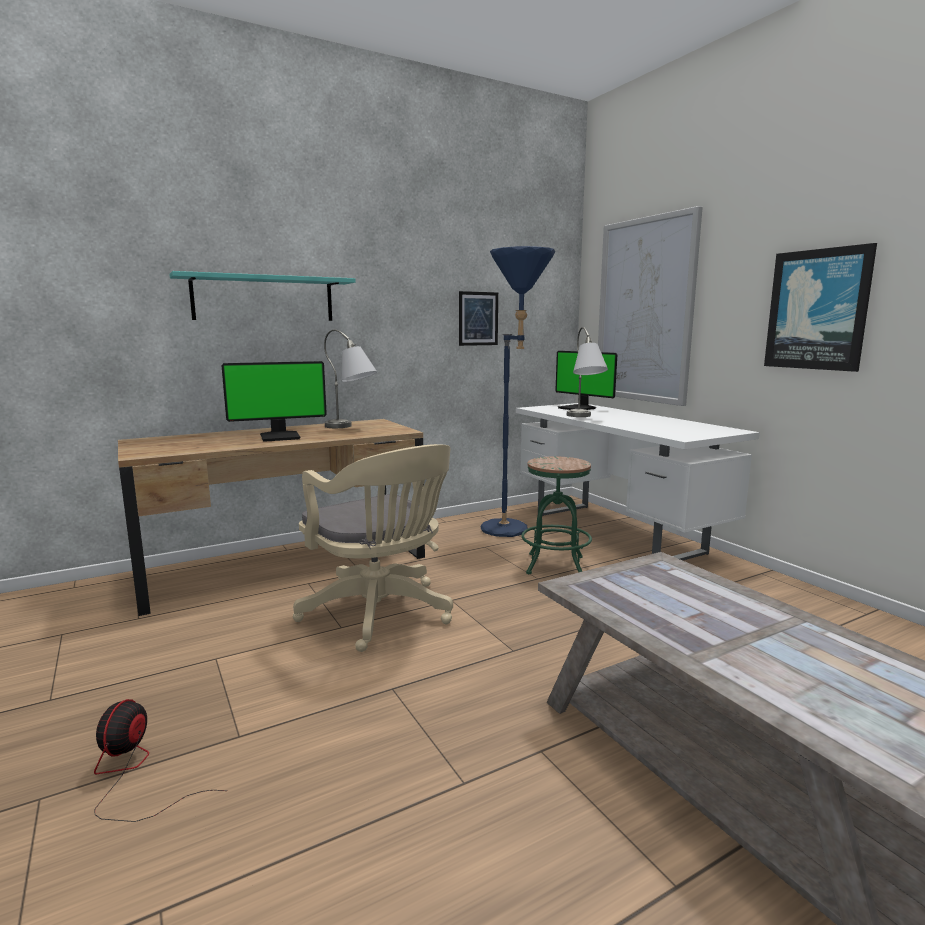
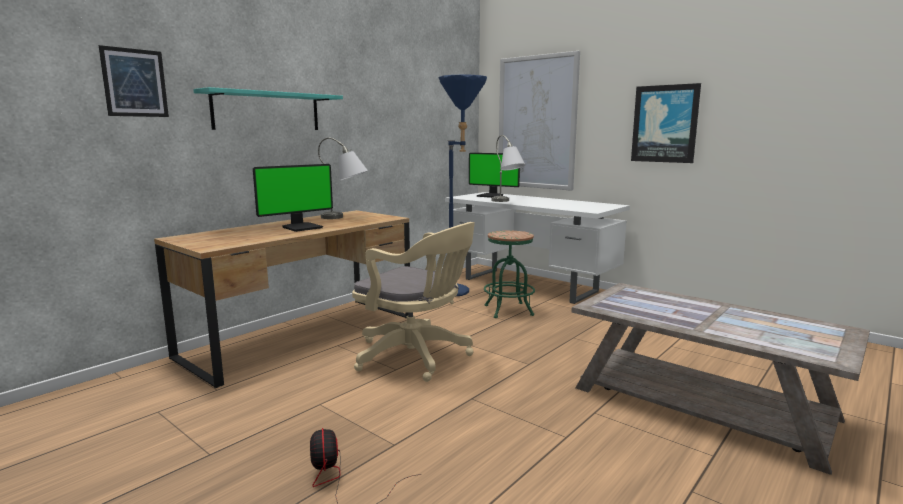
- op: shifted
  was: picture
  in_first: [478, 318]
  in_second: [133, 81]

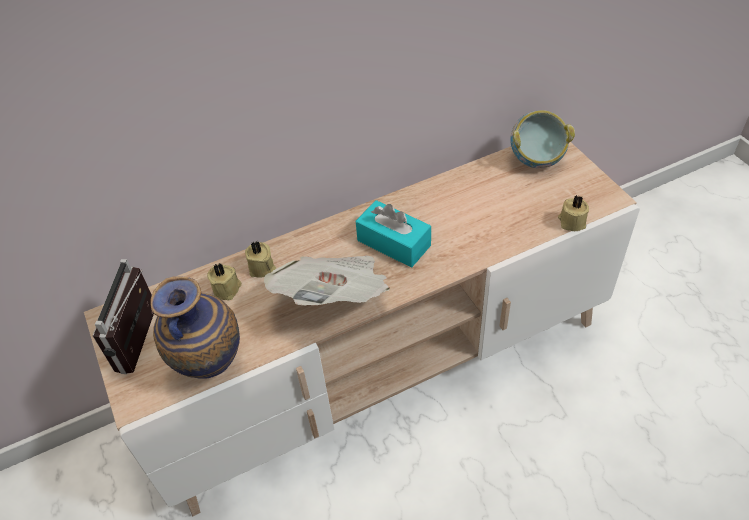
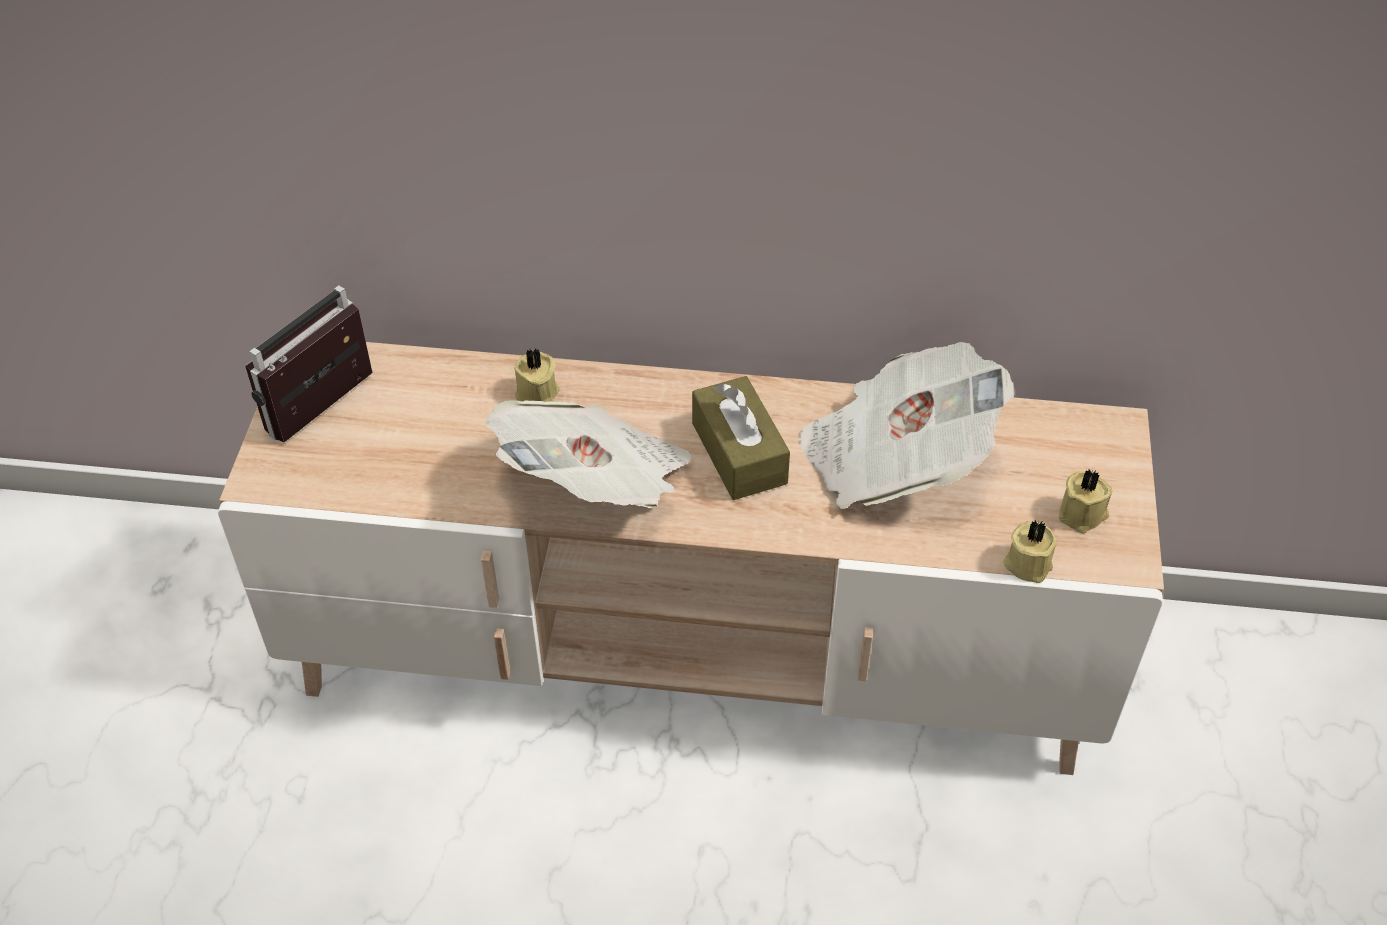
- op: gone
  was: flower vase
  in_first: [195, 327]
- op: shifted
  was: beige-coloured wax light
  in_first: [224, 282]
  in_second: [1085, 501]
- op: repainted
  was: turquoise tissue box
  now: brownish tissue box
  in_first: [393, 233]
  in_second: [741, 438]
- op: gone
  was: serving bowl
  in_first: [542, 139]
- op: new
  now: newspaper
  in_second: [906, 425]

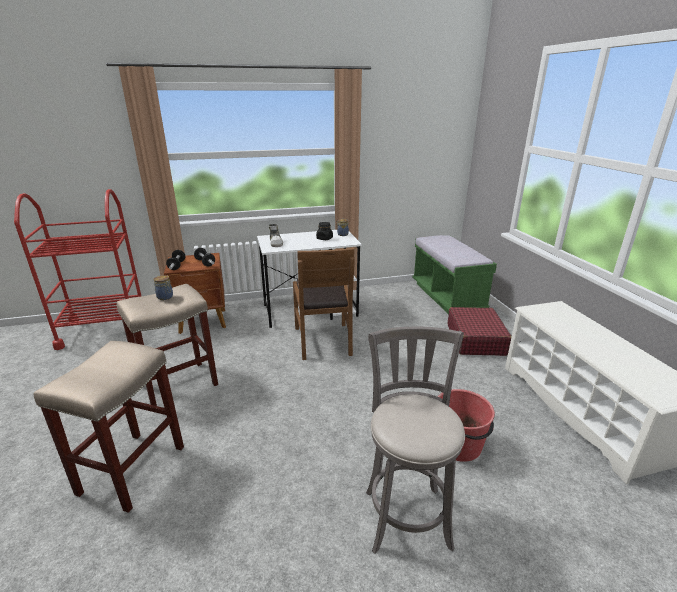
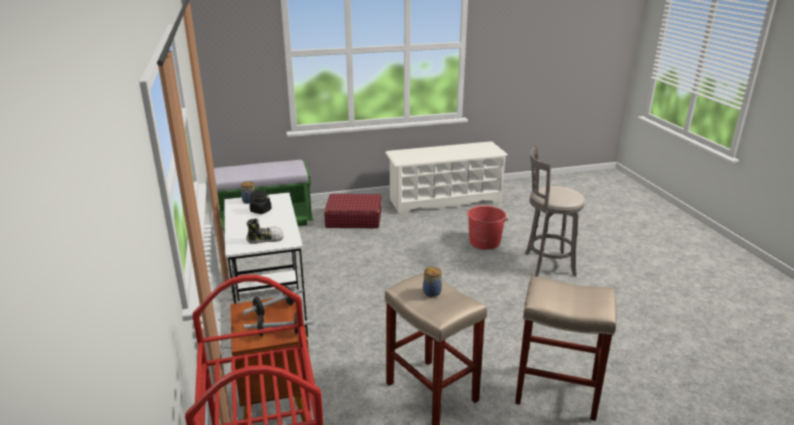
- op: gone
  was: brownish plain chair
  in_first: [324, 304]

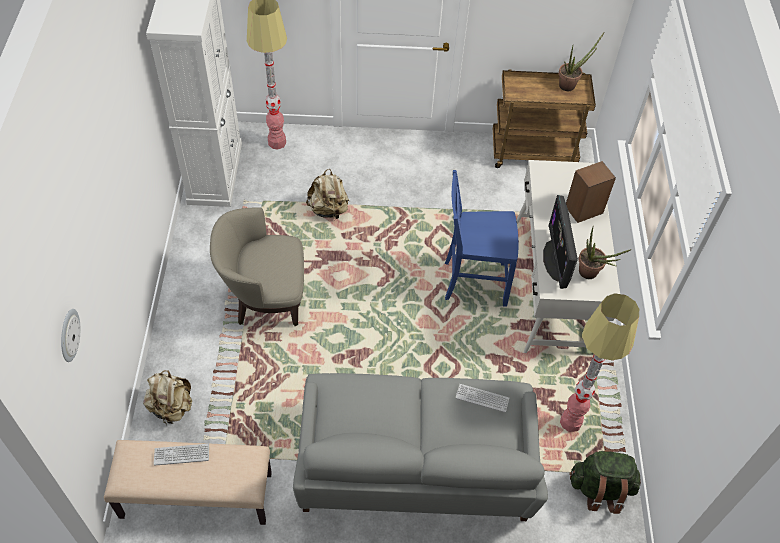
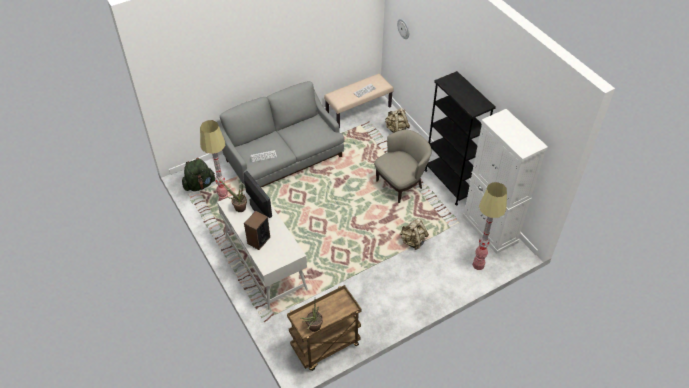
- op: gone
  was: blue-coloured plain chair
  in_first: [481, 238]
- op: new
  now: black-coloured shelving unit
  in_second: [460, 138]

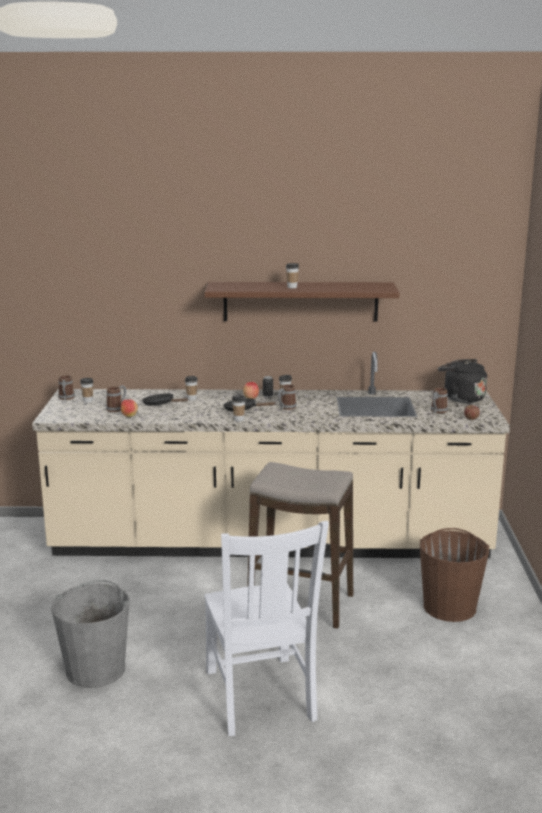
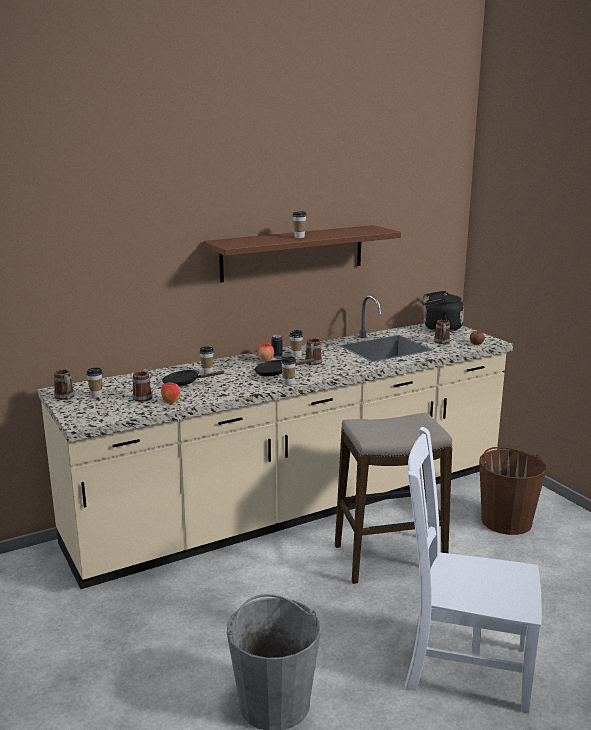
- op: rotated
  was: whitish plain chair
  in_first: [266, 628]
  in_second: [473, 570]
  clockwise: 150

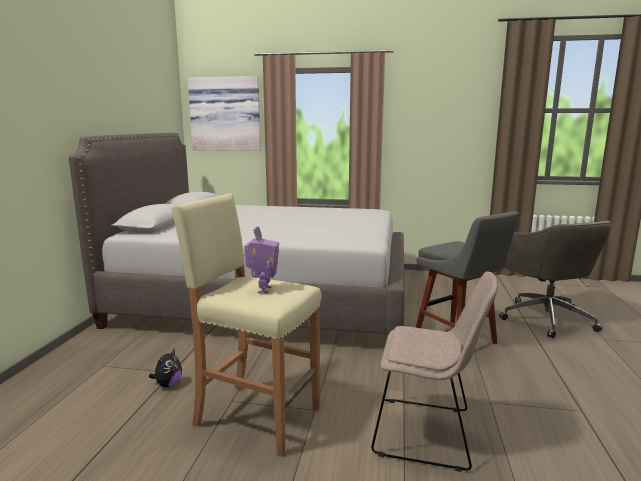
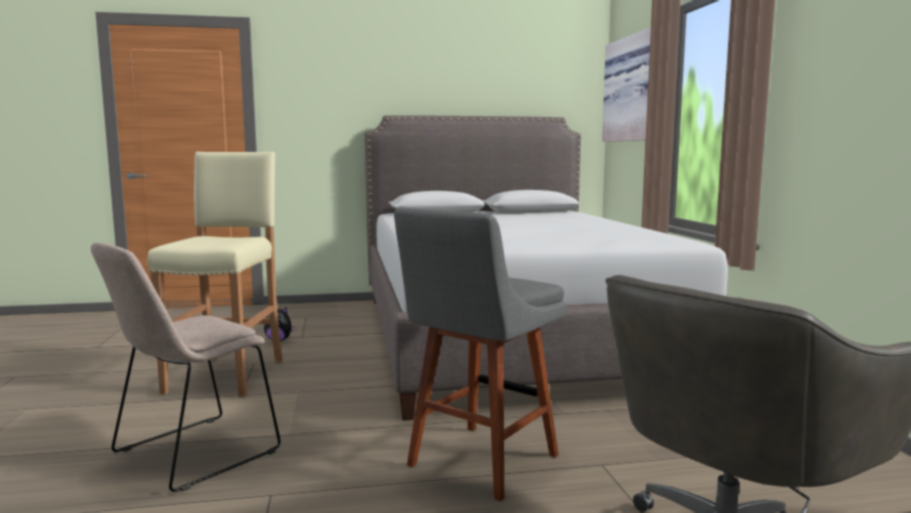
- op: gone
  was: toy robot
  in_first: [262, 259]
- op: rotated
  was: beige-coloured plain chair
  in_first: [434, 371]
  in_second: [186, 367]
  clockwise: 45

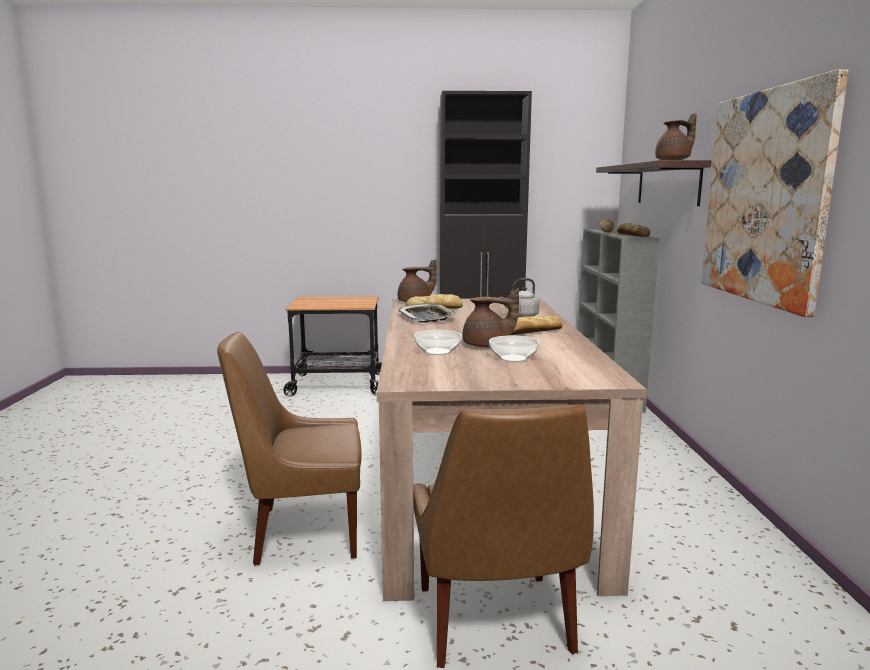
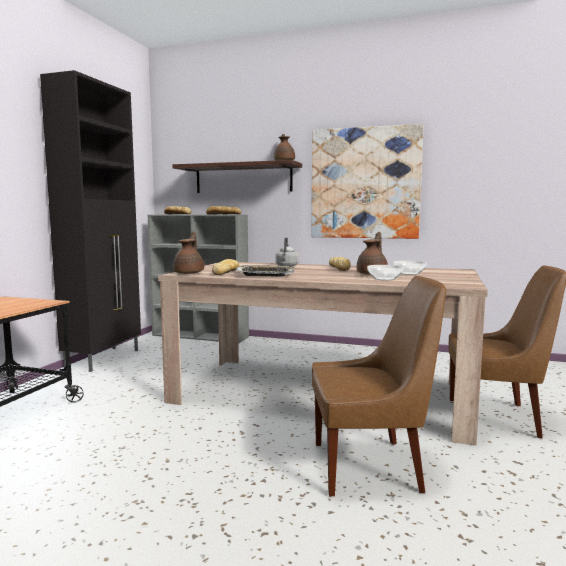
- op: rotated
  was: brownish plain chair
  in_first: [289, 449]
  in_second: [379, 386]
  clockwise: -105

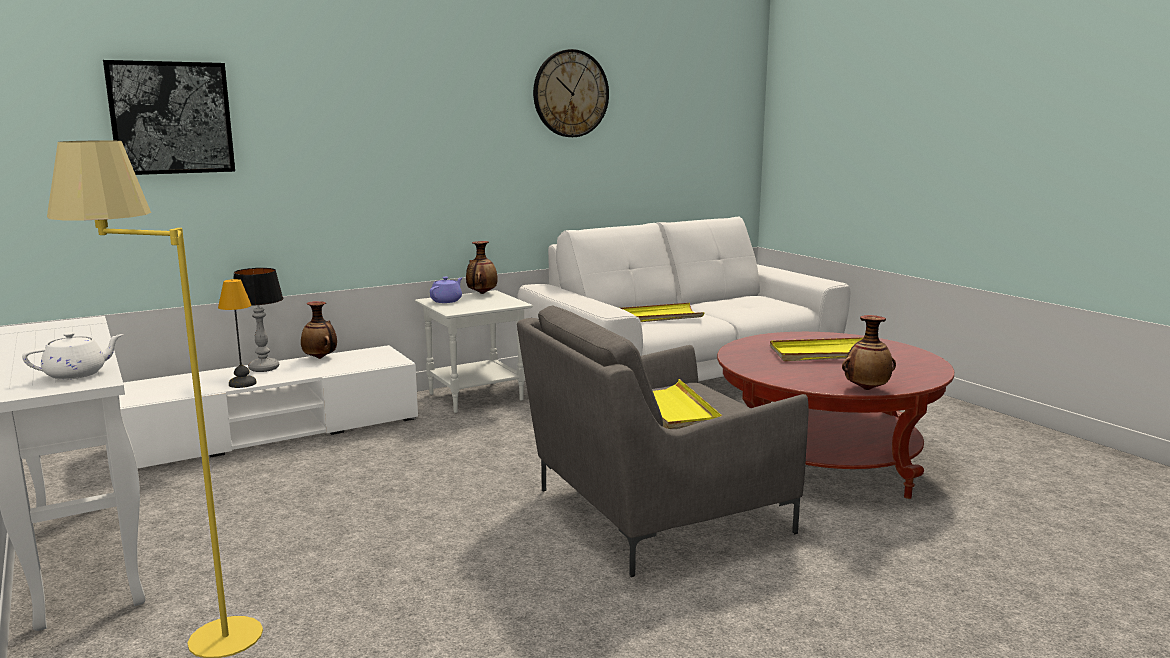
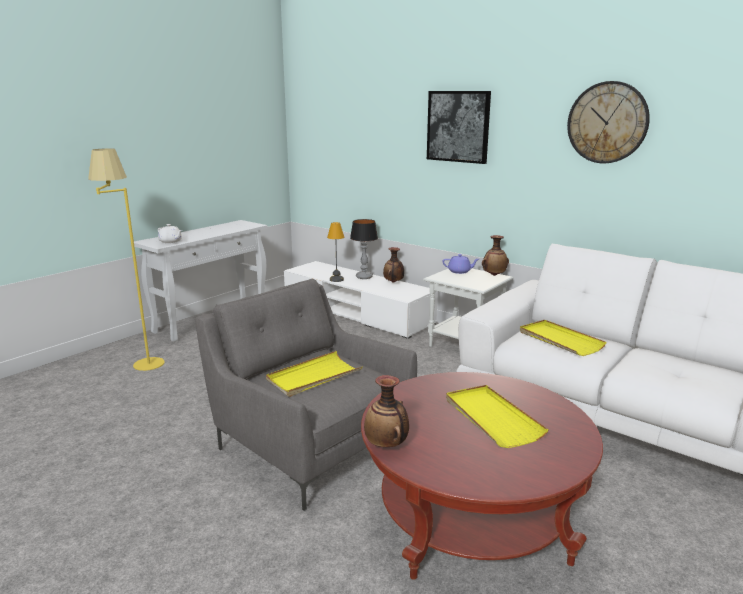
- op: shifted
  was: picture
  in_first: [169, 117]
  in_second: [459, 127]

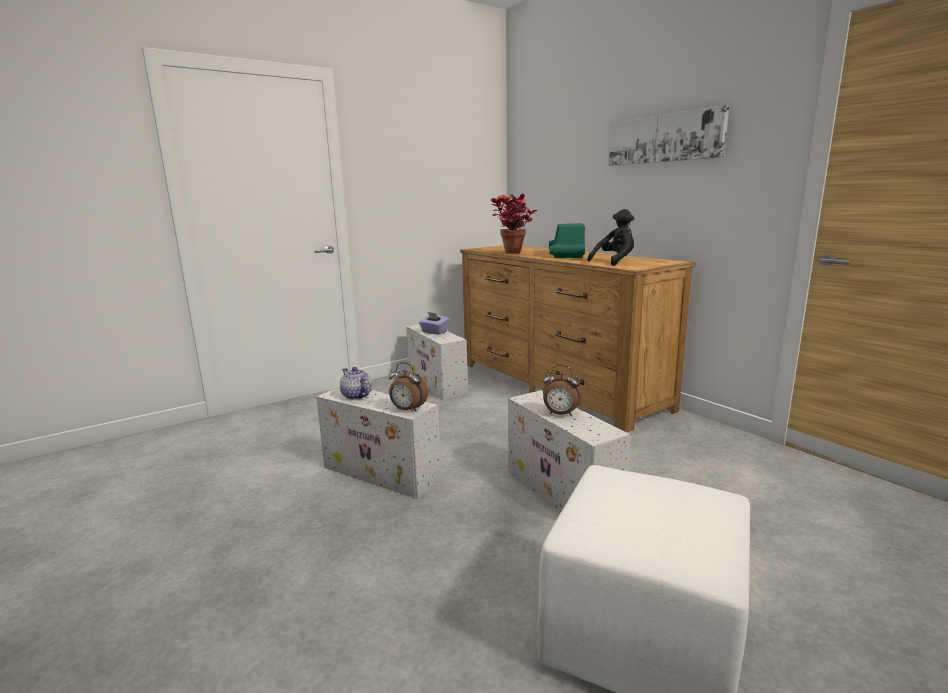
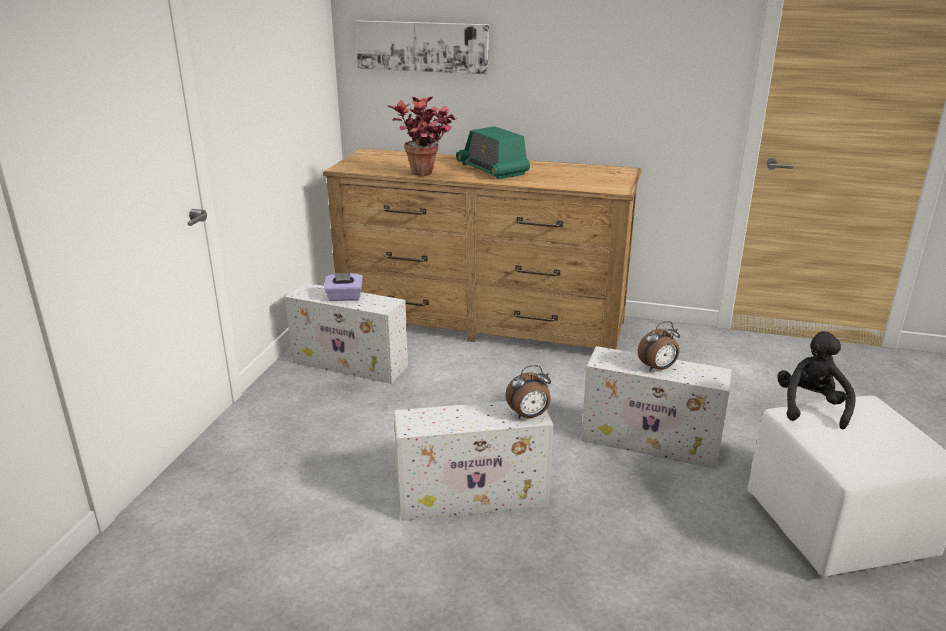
- op: gone
  was: tea pot
  in_first: [356, 383]
- op: shifted
  was: black-coloured plush toy
  in_first: [610, 237]
  in_second: [816, 380]
- op: shifted
  was: picture
  in_first: [669, 135]
  in_second: [422, 47]

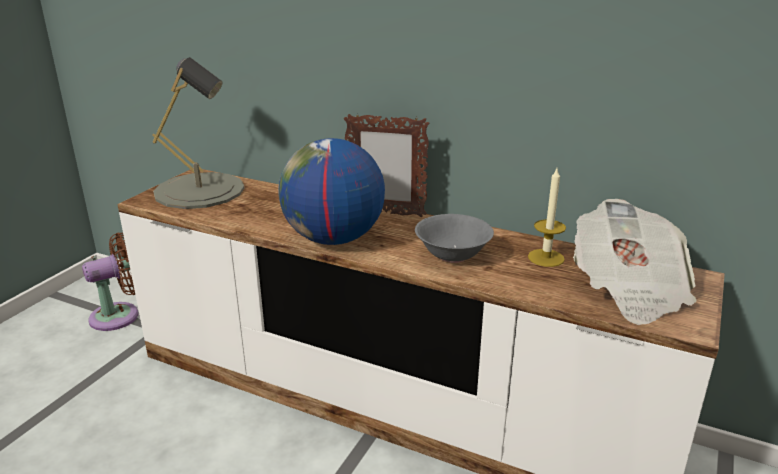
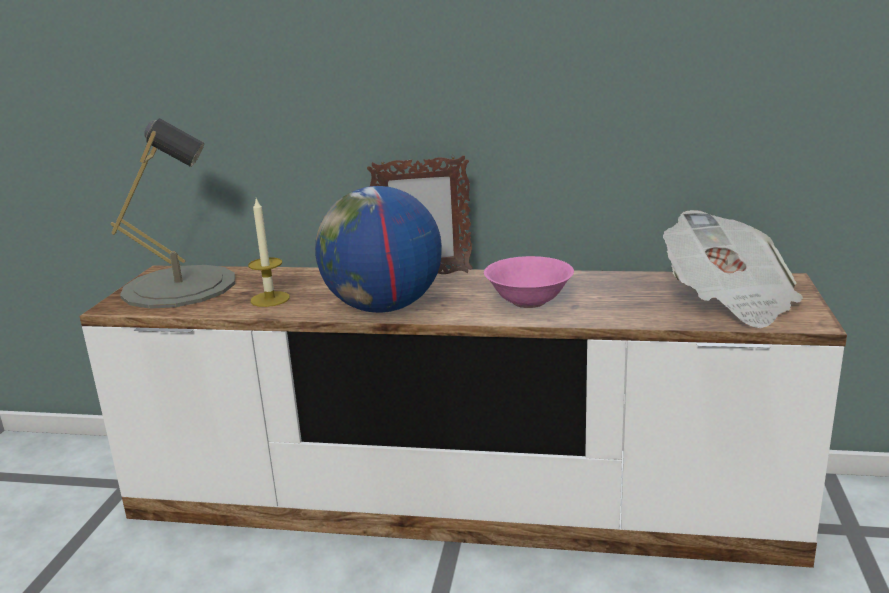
- op: gone
  was: brownish electric fan
  in_first: [110, 282]
- op: repainted
  was: gray serving bowl
  now: pink-coloured serving bowl
  in_first: [454, 238]
  in_second: [529, 282]
- op: shifted
  was: wax light
  in_first: [547, 218]
  in_second: [269, 252]

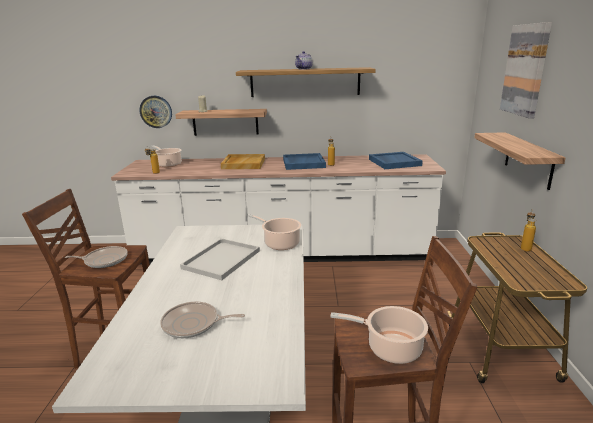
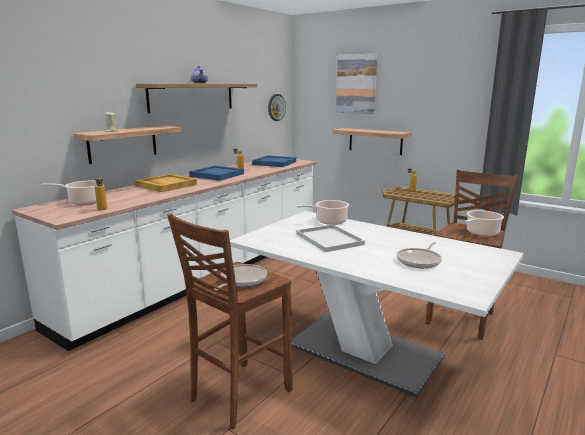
- op: shifted
  was: hanging clock
  in_first: [155, 112]
  in_second: [277, 107]

